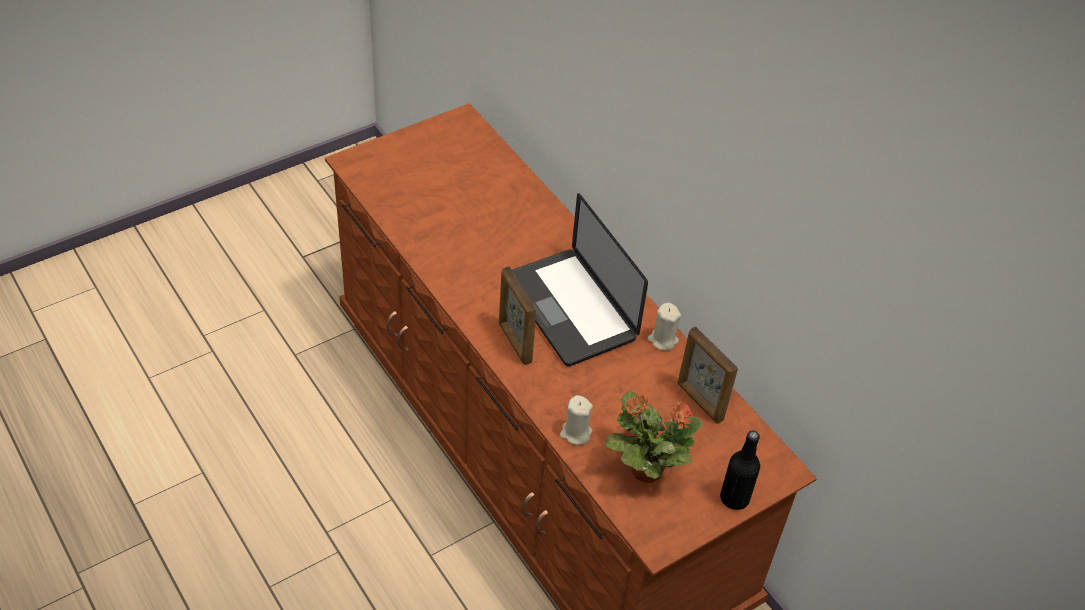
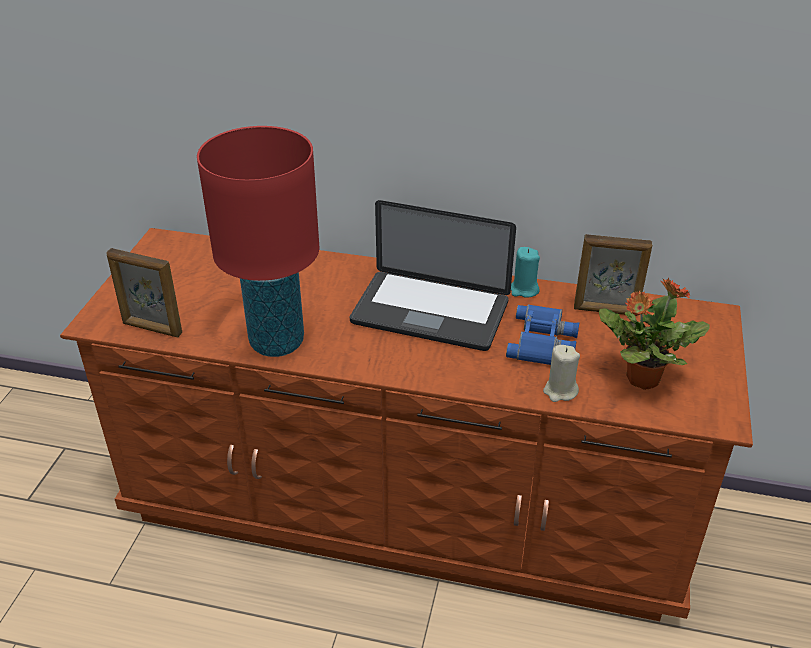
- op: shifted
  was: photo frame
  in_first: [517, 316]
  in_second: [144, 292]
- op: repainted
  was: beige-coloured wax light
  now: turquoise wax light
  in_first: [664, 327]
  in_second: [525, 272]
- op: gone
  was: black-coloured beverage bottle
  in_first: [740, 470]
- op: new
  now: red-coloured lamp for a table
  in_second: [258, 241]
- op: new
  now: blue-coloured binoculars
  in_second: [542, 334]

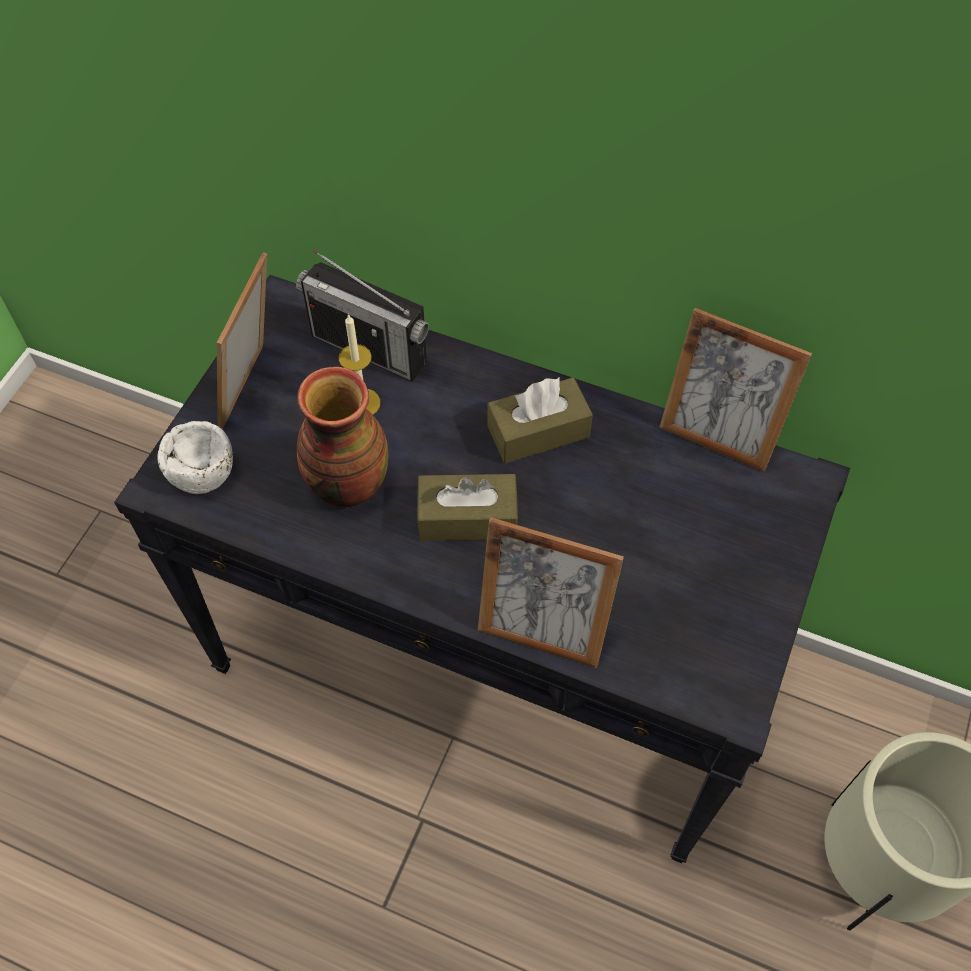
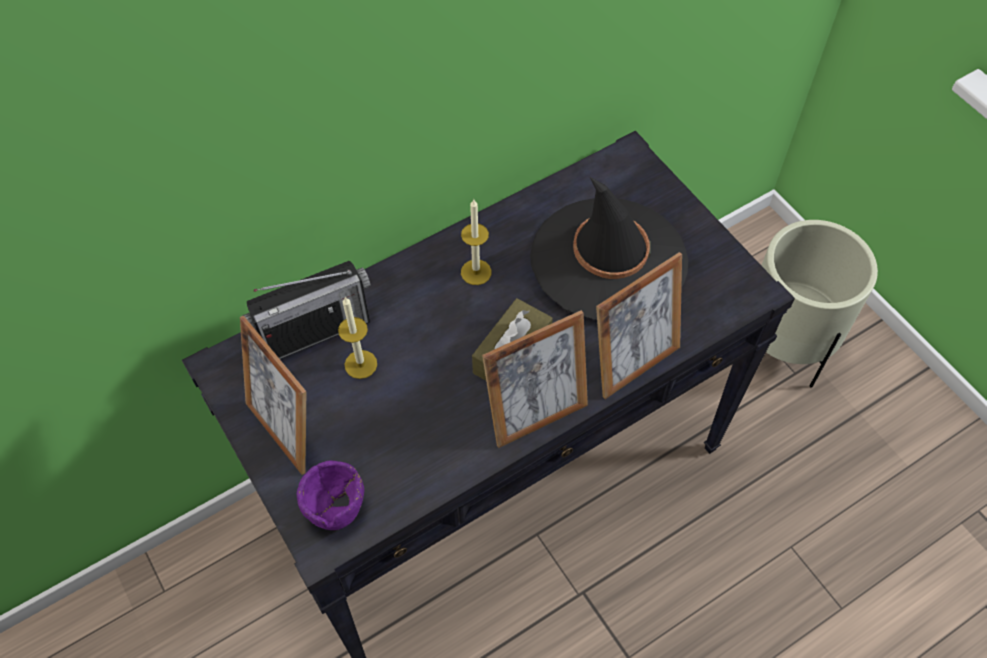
- op: repainted
  was: whitish serving bowl
  now: purple-coloured serving bowl
  in_first: [195, 457]
  in_second: [330, 495]
- op: gone
  was: flower vase
  in_first: [343, 437]
- op: swapped
  was: brownish tissue box
  now: wax light
  in_first: [540, 420]
  in_second: [476, 242]
- op: shifted
  was: photo frame
  in_first: [735, 390]
  in_second: [535, 379]
- op: new
  now: black-coloured clothing hat
  in_second: [609, 248]

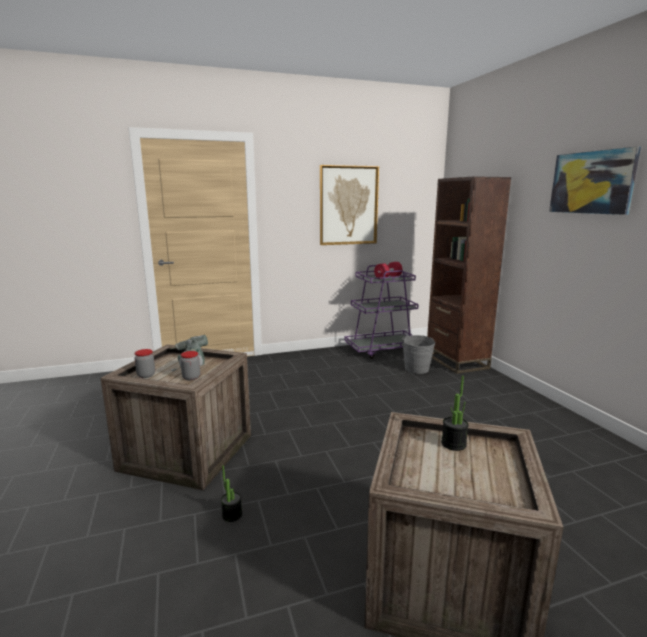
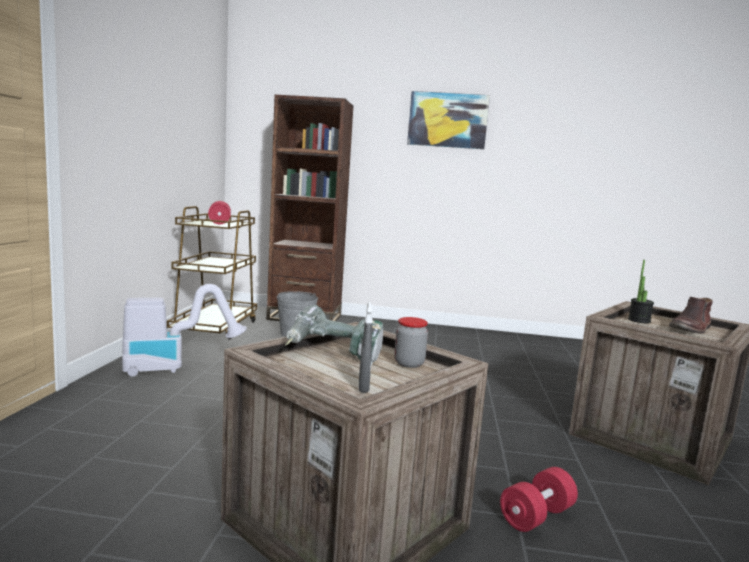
- op: swapped
  was: storage jar
  now: gray hand sprayer
  in_first: [145, 363]
  in_second: [366, 347]
- op: swapped
  was: plant in a pot
  now: red-coloured free weight
  in_first: [231, 493]
  in_second: [539, 499]
- op: gone
  was: picture
  in_first: [349, 205]
- op: repainted
  was: purple-coloured trolley
  now: brownish trolley
  in_first: [381, 312]
  in_second: [212, 272]
- op: new
  now: vacuum cleaner
  in_second: [184, 330]
- op: new
  now: brownish high-top boot
  in_second: [691, 315]

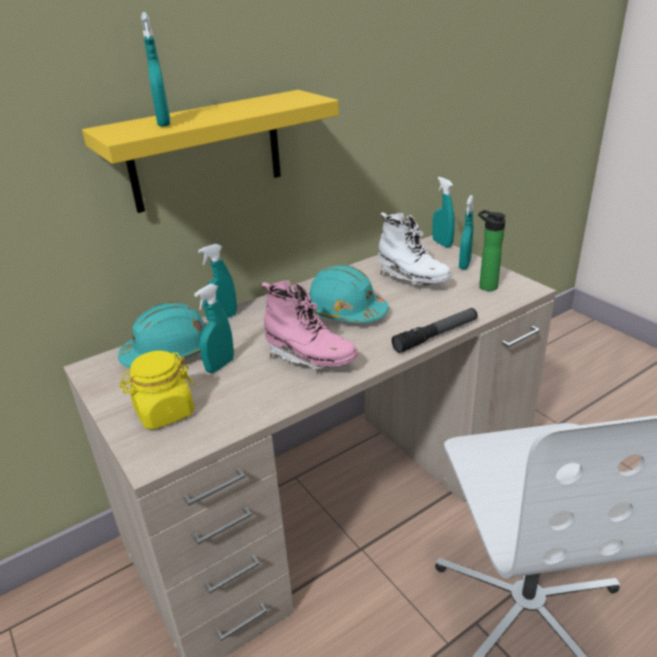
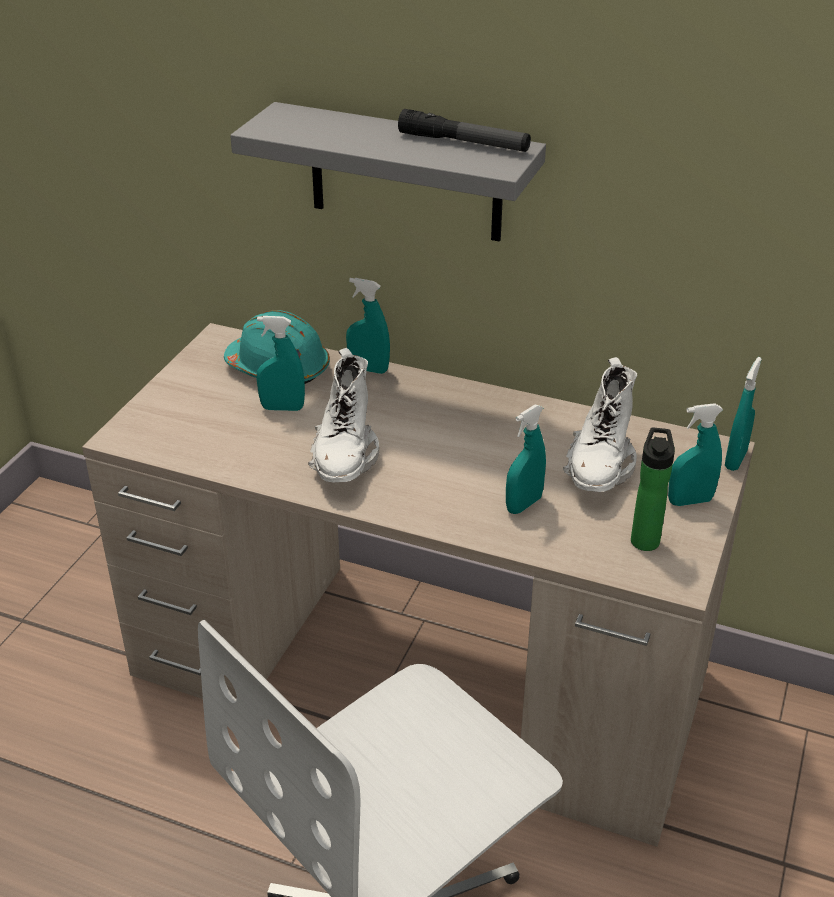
- op: repainted
  was: yellow-coloured bracket shelf
  now: gray bracket shelf
  in_first: [210, 151]
  in_second: [388, 172]
- op: gone
  was: yellow-coloured storage jar
  in_first: [156, 390]
- op: shifted
  was: turquoise hand sprayer
  in_first: [155, 69]
  in_second: [526, 459]
- op: repainted
  was: pink-coloured high-top boot
  now: whitish high-top boot
  in_first: [310, 325]
  in_second: [343, 415]
- op: gone
  was: turquoise hard hat
  in_first: [348, 293]
- op: shifted
  was: flashlight
  in_first: [435, 330]
  in_second: [464, 130]

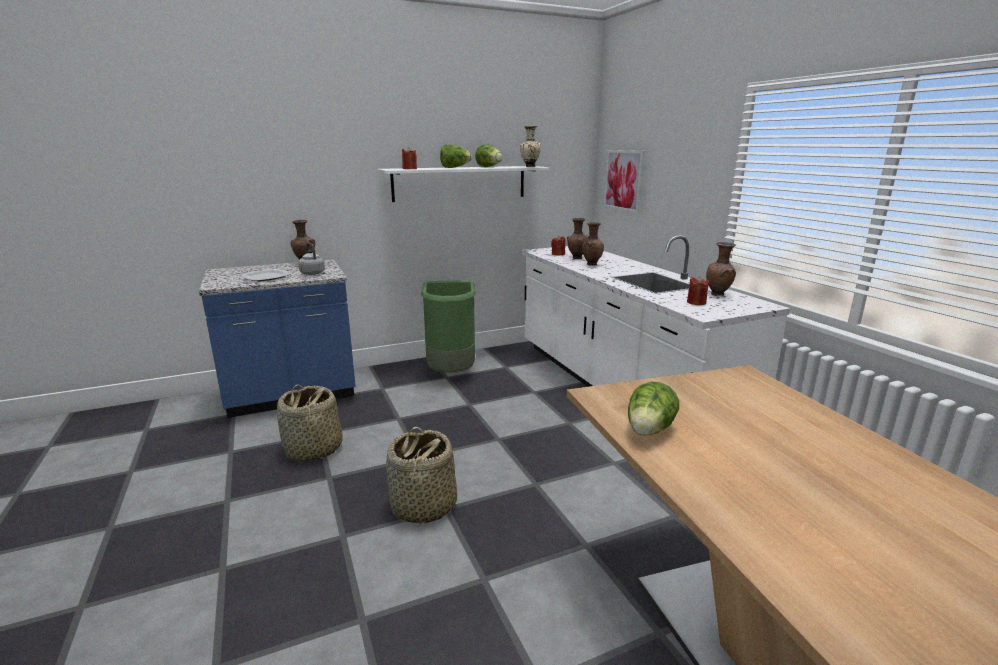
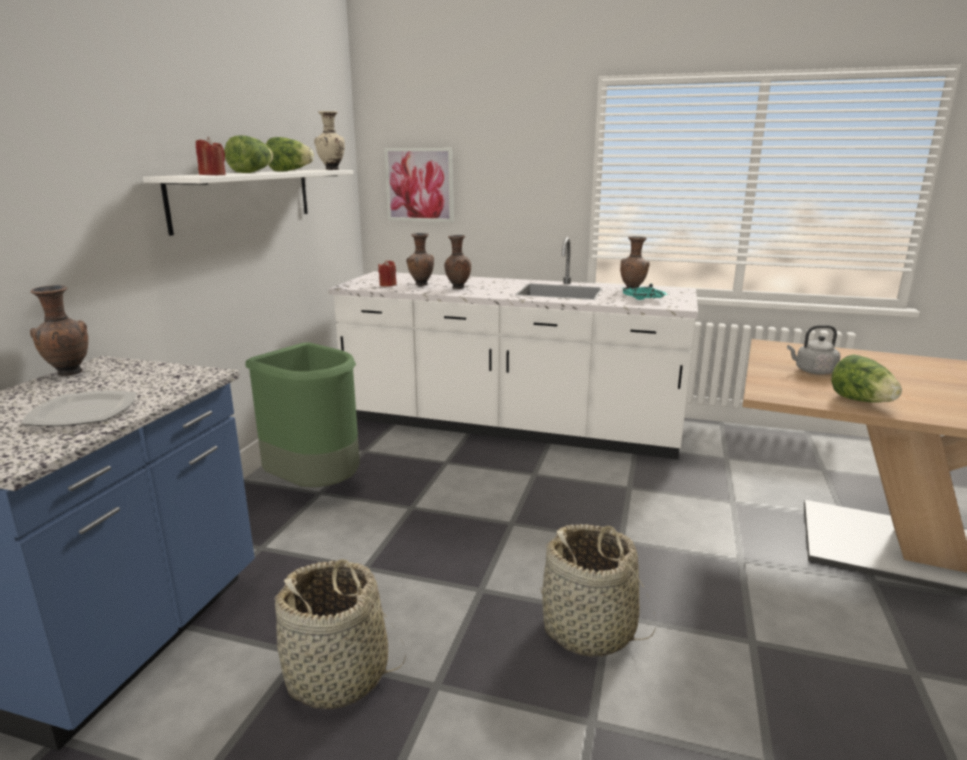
- op: shifted
  was: gray water kettle
  in_first: [311, 259]
  in_second: [813, 350]
- op: swapped
  was: red-coloured wax light
  now: turquoise carrying tray
  in_first: [698, 290]
  in_second: [645, 292]

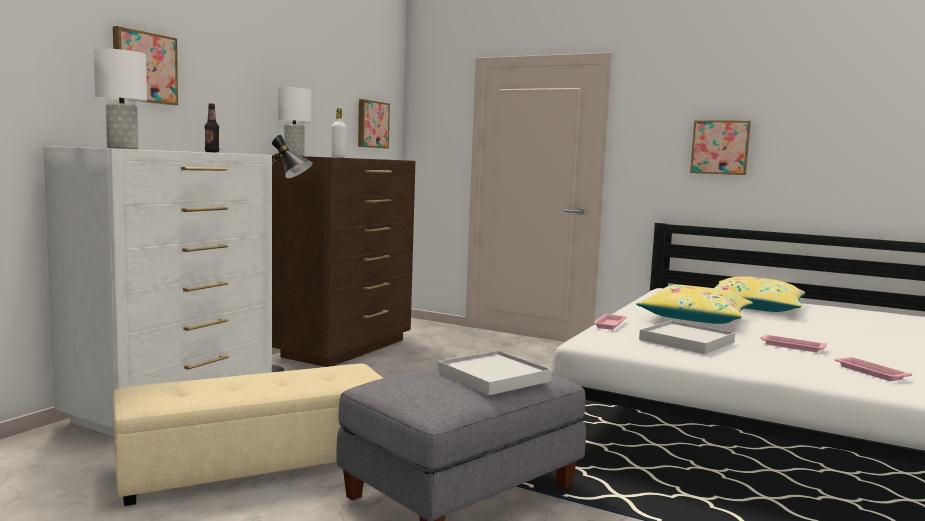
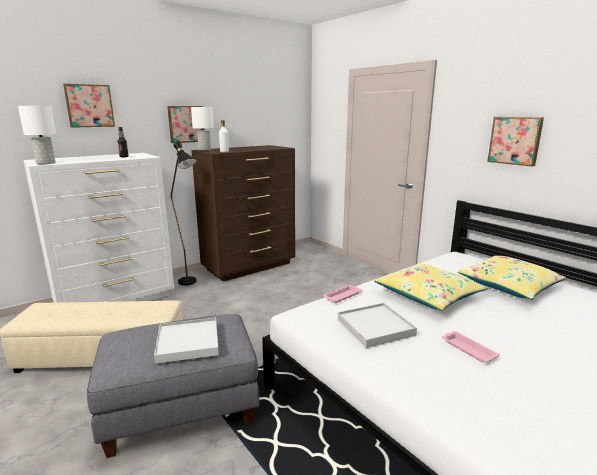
- op: shifted
  was: picture
  in_first: [374, 124]
  in_second: [186, 124]
- op: gone
  was: pink-coloured carrying tray
  in_first: [873, 369]

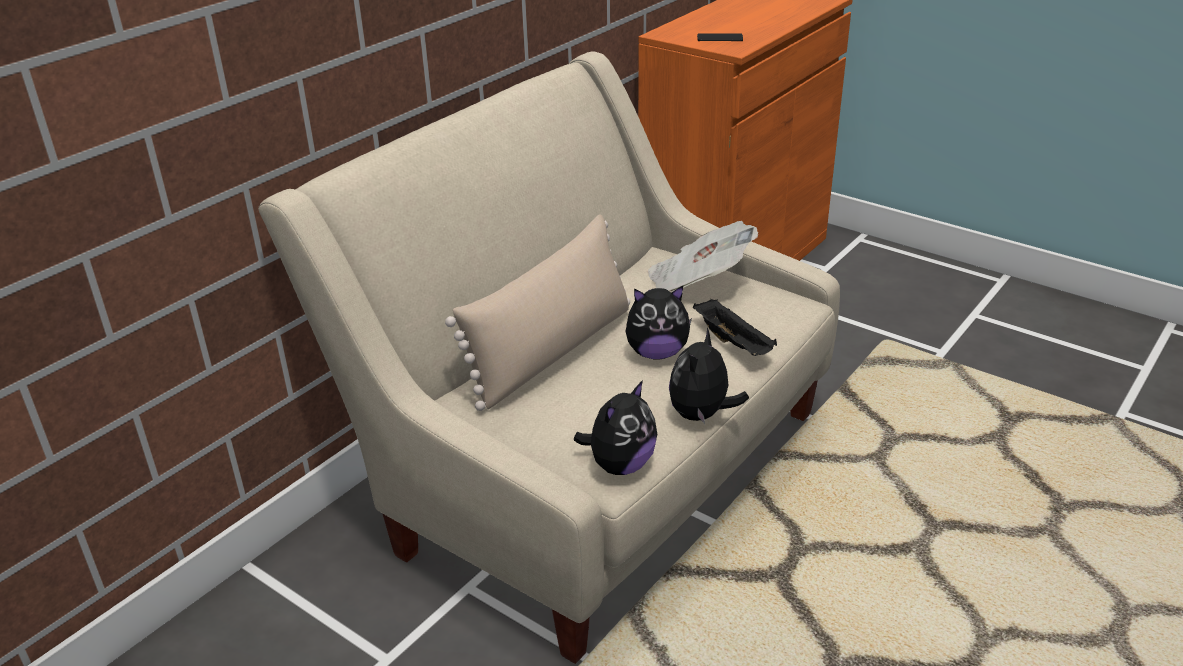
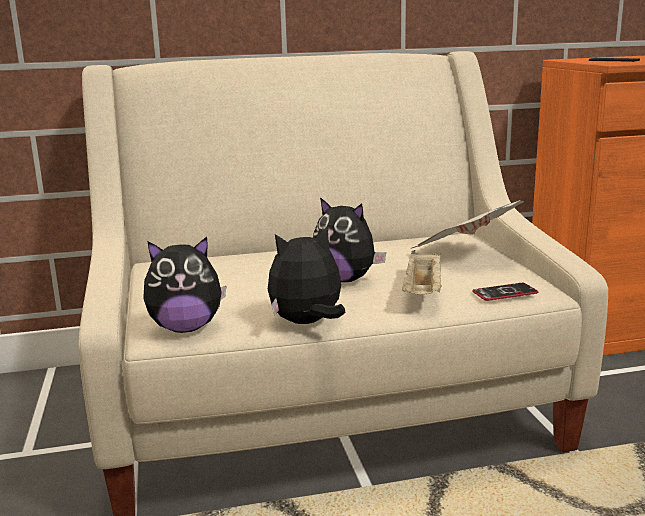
- op: gone
  was: beige-coloured cushion
  in_first: [537, 313]
- op: repainted
  was: black-coloured carrying tray
  now: beige-coloured carrying tray
  in_first: [735, 327]
  in_second: [421, 272]
- op: new
  now: phone
  in_second: [505, 292]

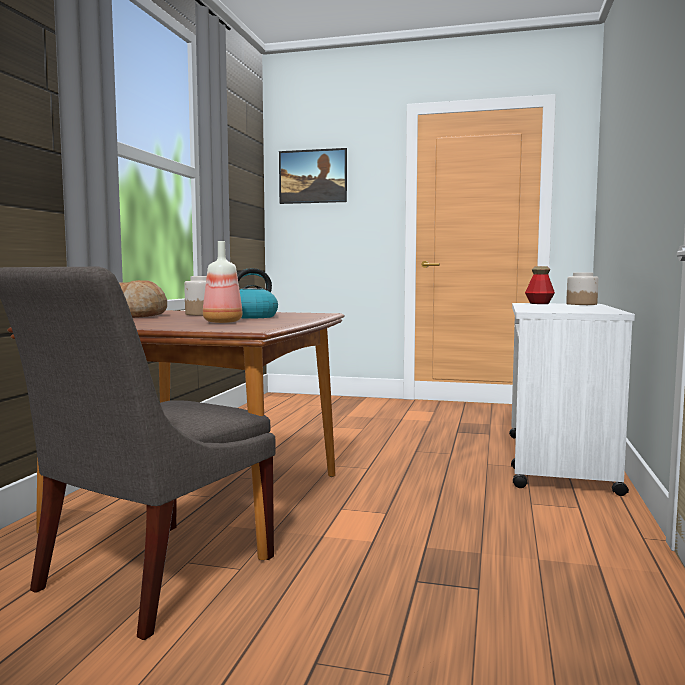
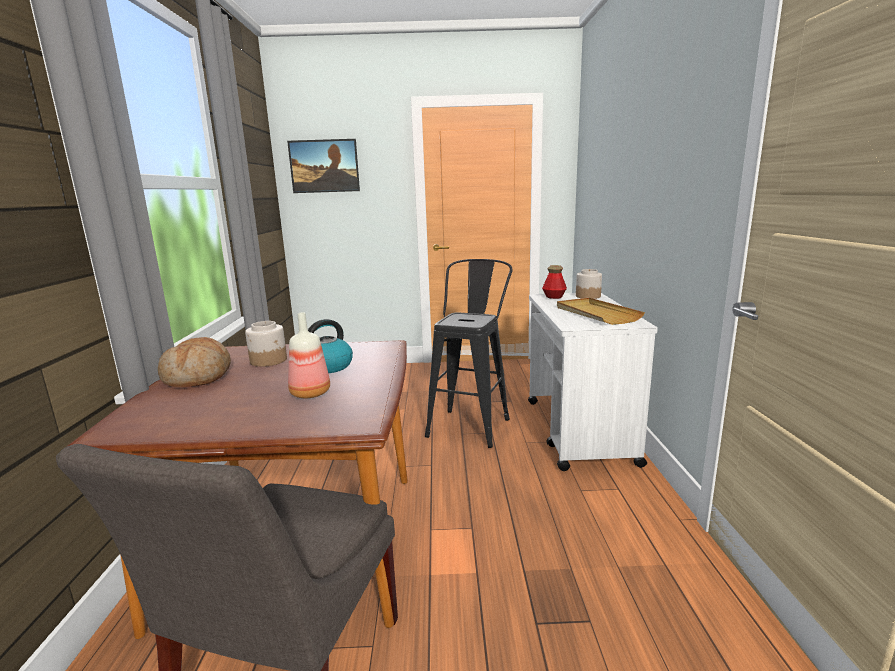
- op: new
  now: black-coloured stool
  in_second: [469, 353]
- op: new
  now: beige-coloured carrying tray
  in_second: [601, 311]

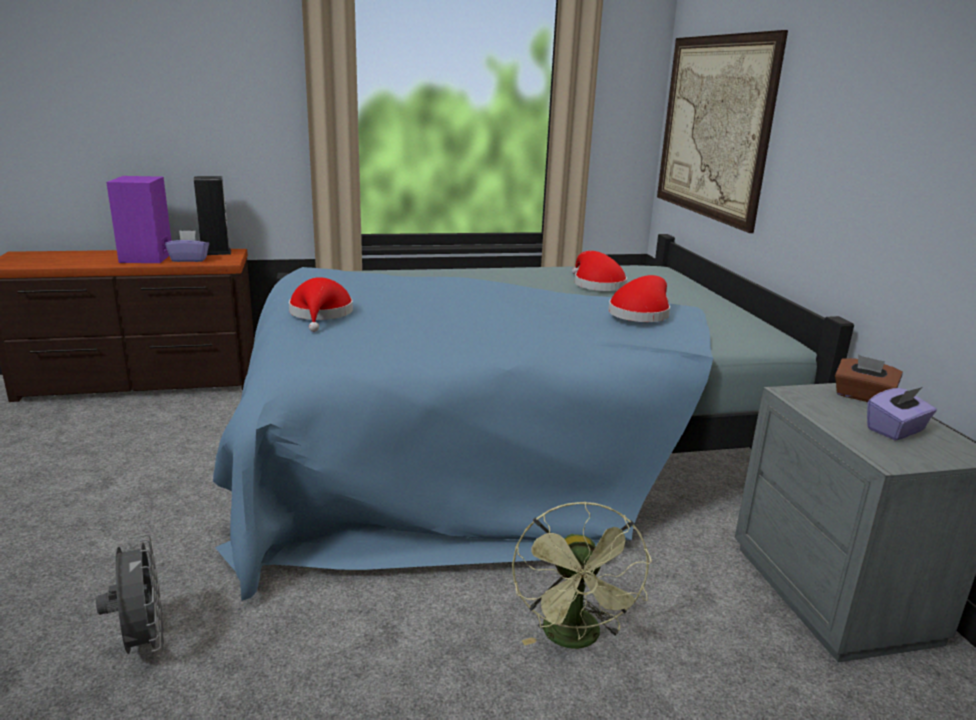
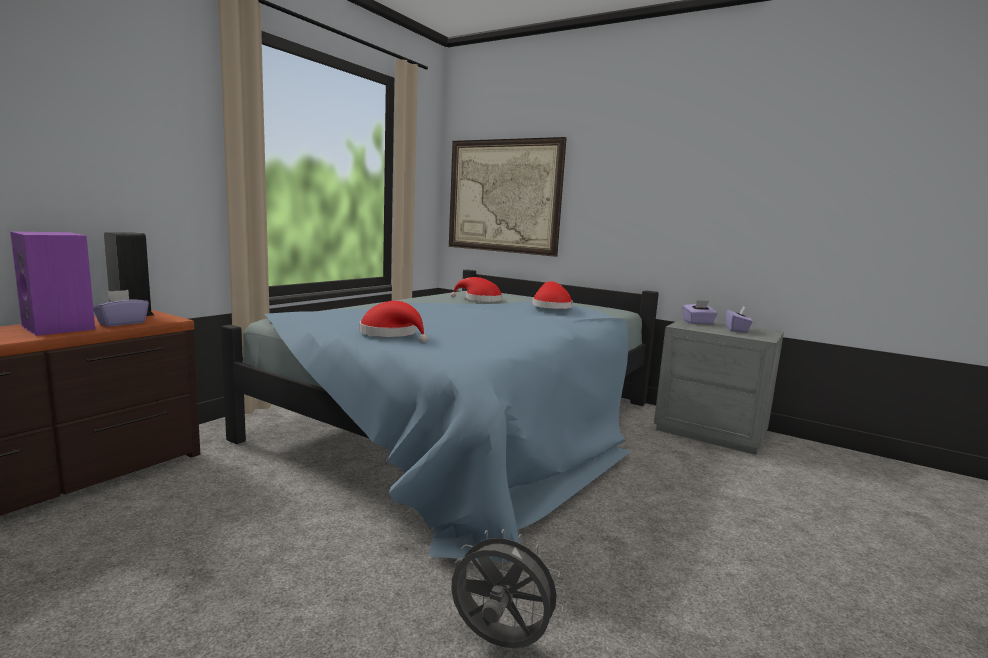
- op: gone
  was: green electric fan
  in_first: [582, 575]
- op: repainted
  was: brownish tissue box
  now: purple-coloured tissue box
  in_first: [869, 378]
  in_second: [700, 312]

